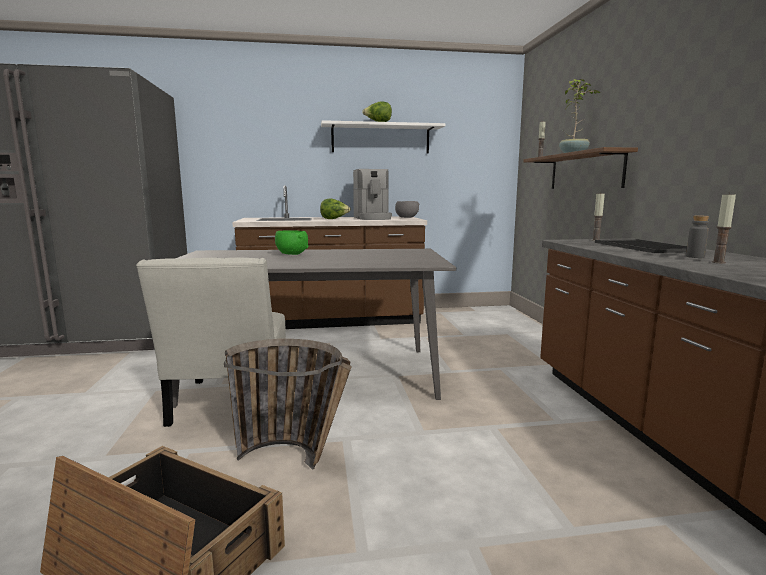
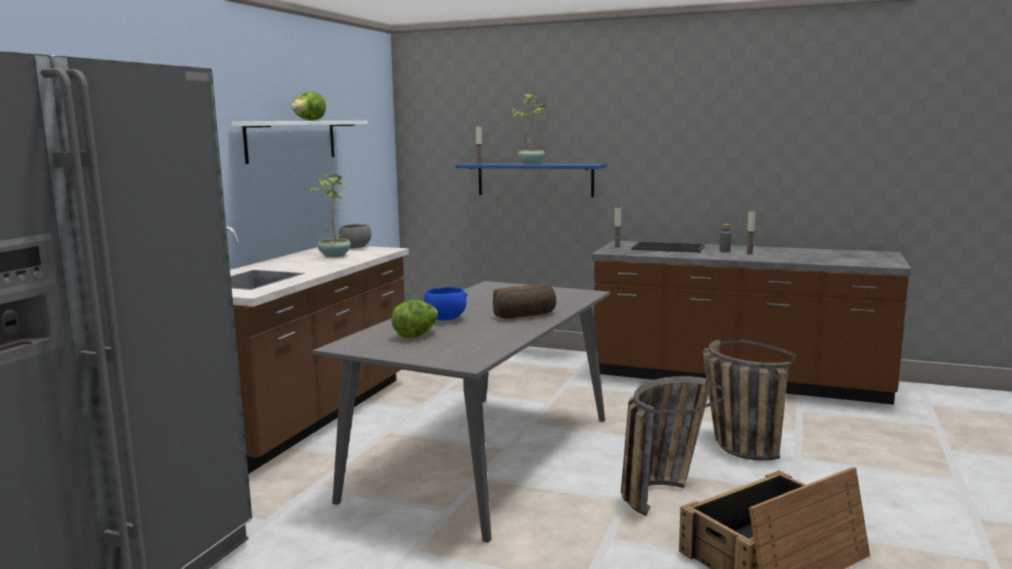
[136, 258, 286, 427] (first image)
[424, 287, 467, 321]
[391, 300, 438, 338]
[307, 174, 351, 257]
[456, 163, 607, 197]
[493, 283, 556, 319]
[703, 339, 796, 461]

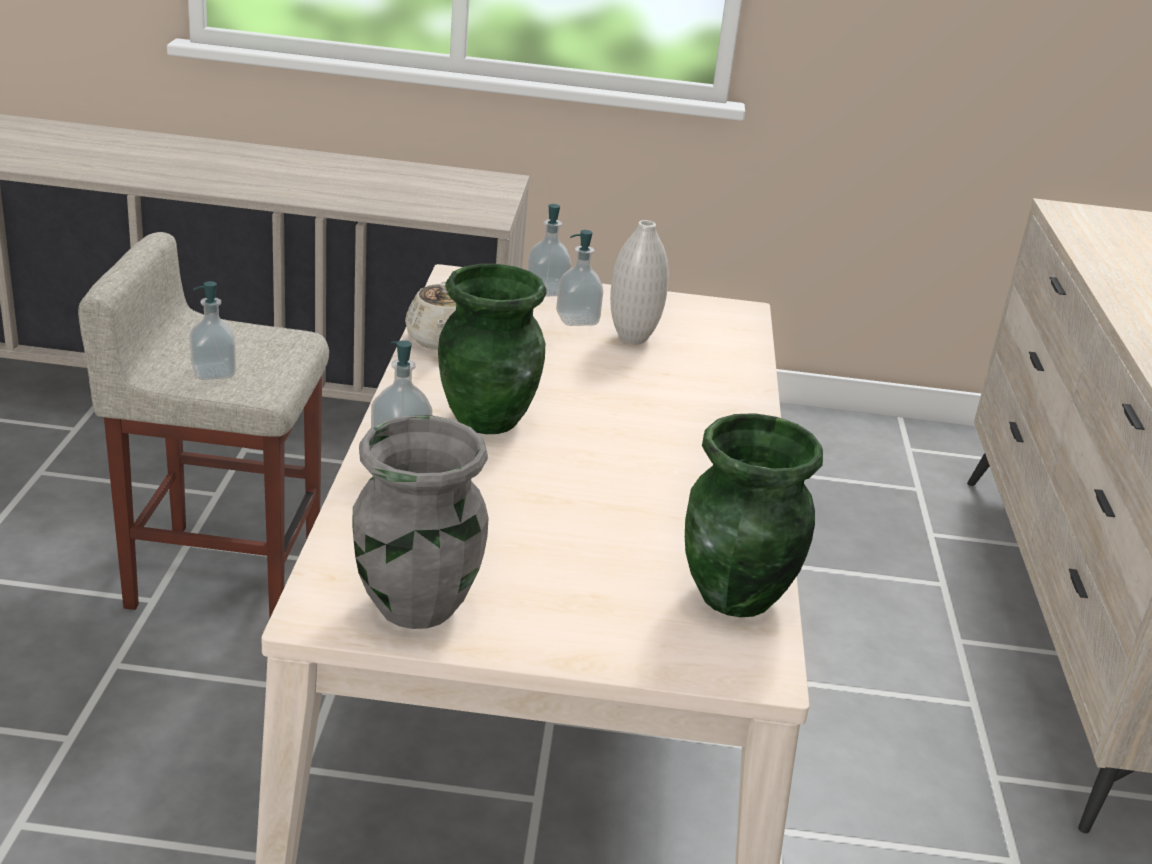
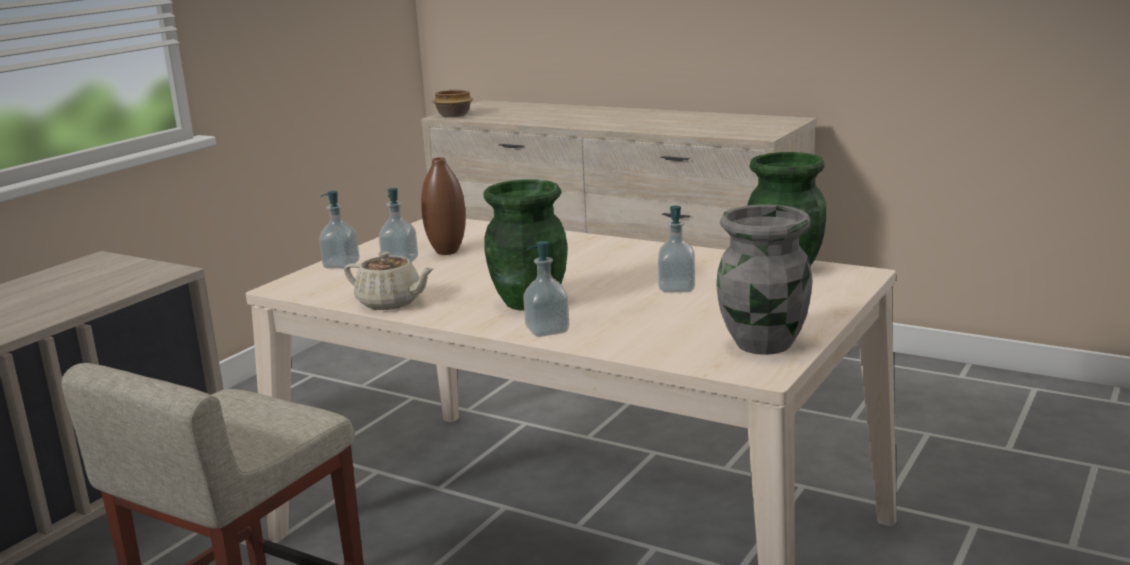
[658, 205, 695, 293]
[421, 157, 466, 255]
[432, 90, 473, 117]

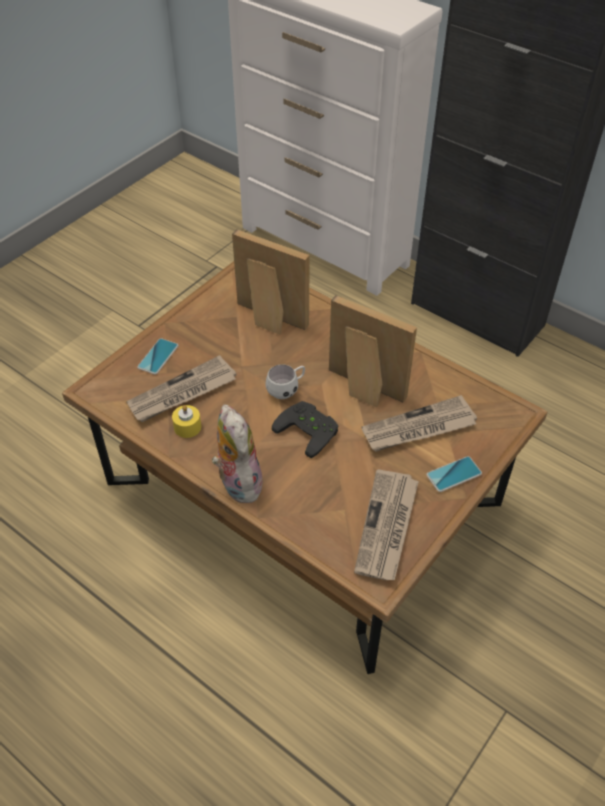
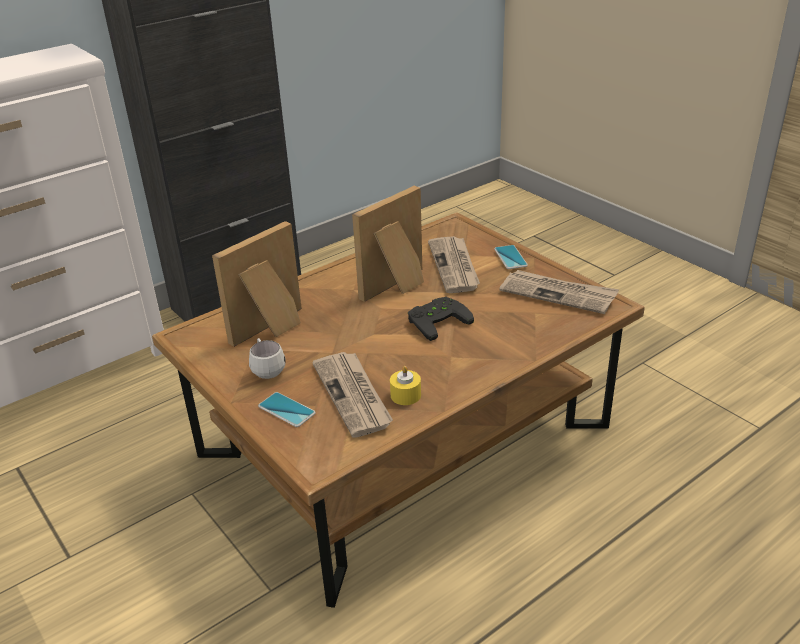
[211, 405, 263, 503] (first image)
[249, 338, 286, 379]

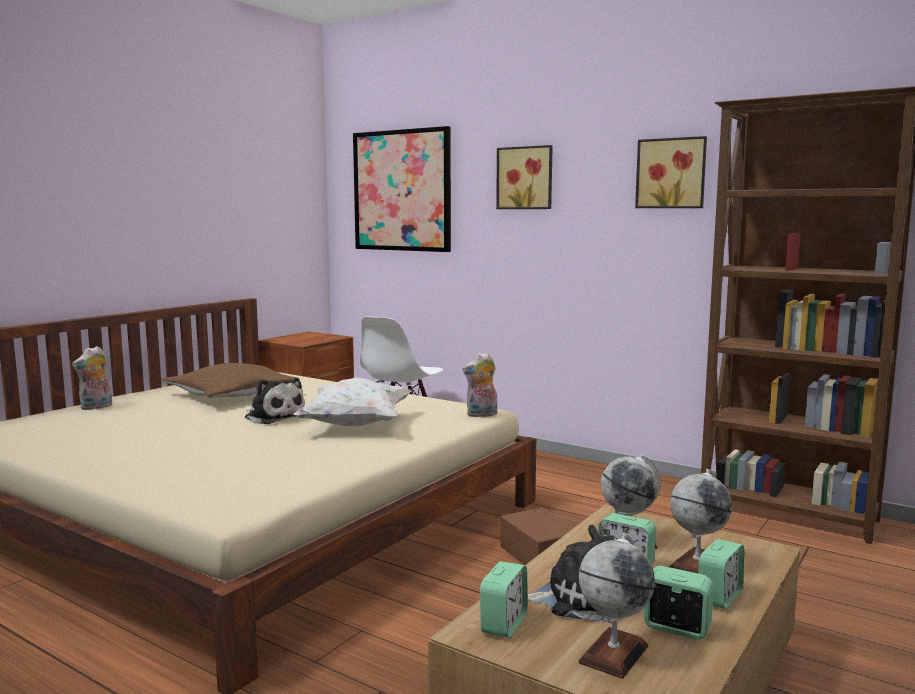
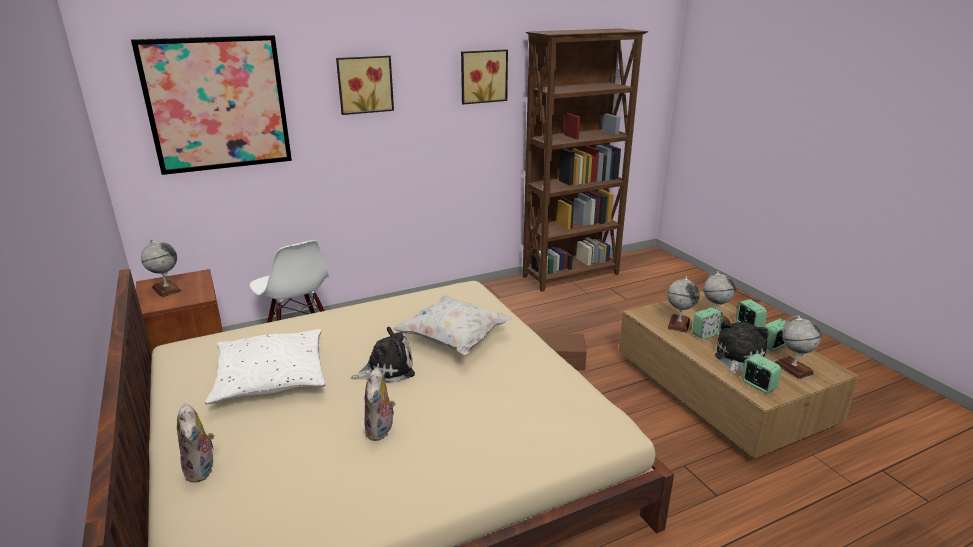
[205, 329, 326, 404]
[364, 368, 395, 441]
[141, 239, 183, 297]

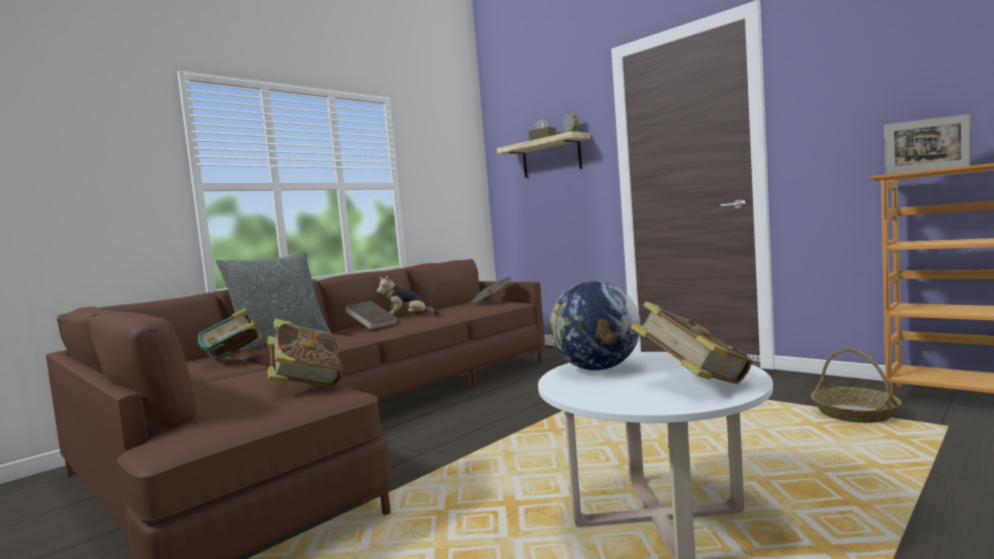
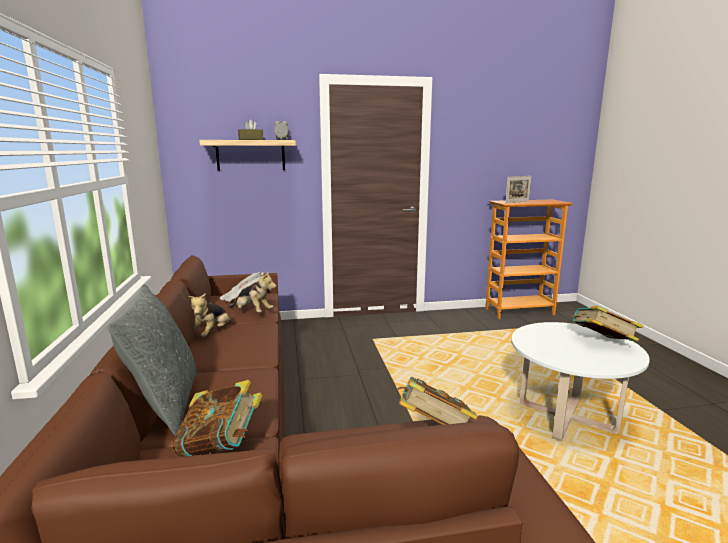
[344, 301, 398, 330] (first image)
[549, 281, 641, 370] (first image)
[811, 349, 902, 423] (first image)
[229, 272, 277, 312]

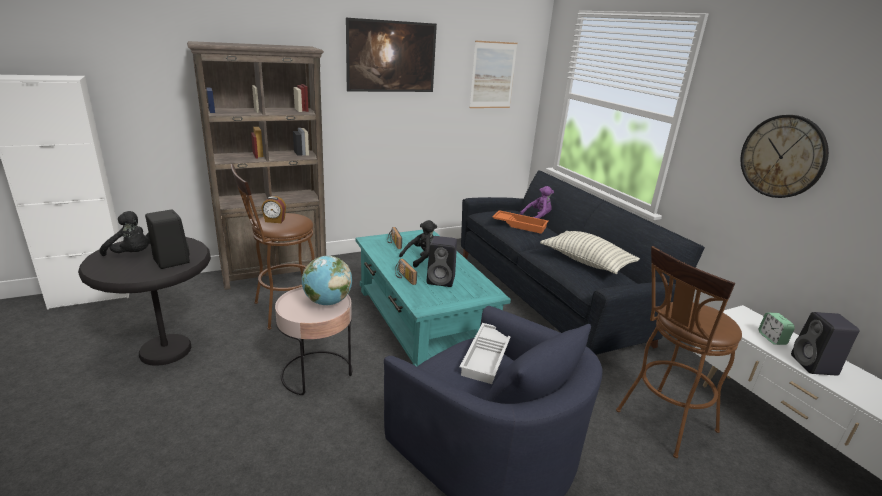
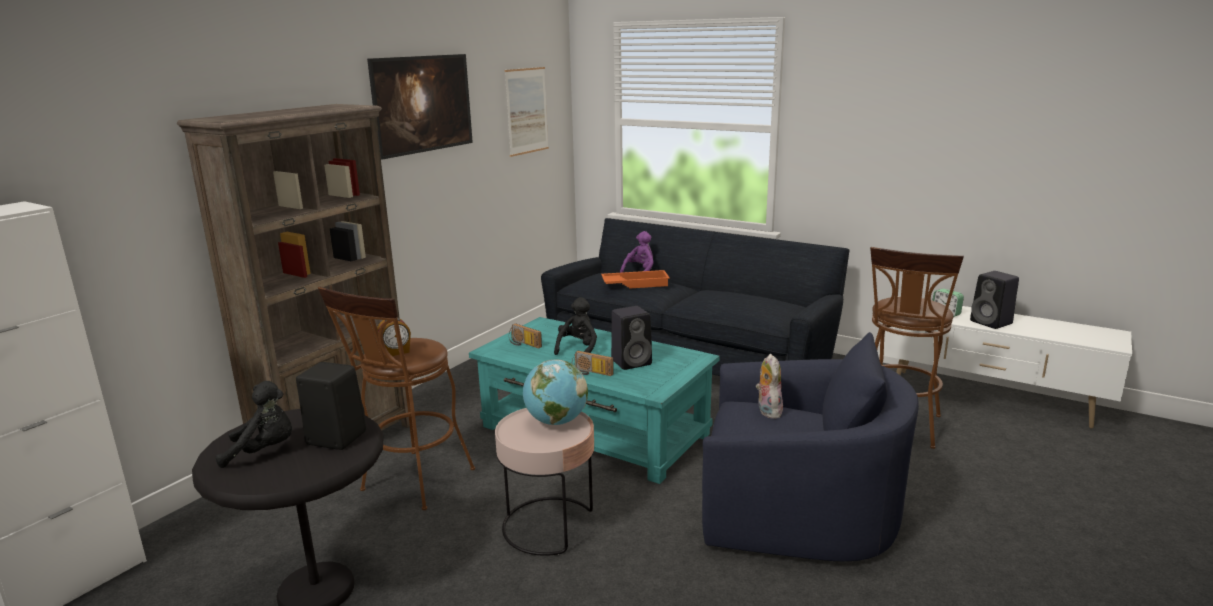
[756, 354, 783, 419]
[540, 231, 640, 274] (first image)
[740, 115, 829, 198] (first image)

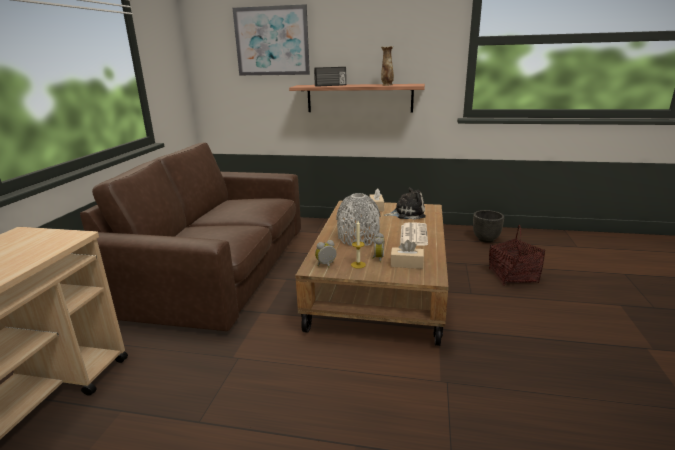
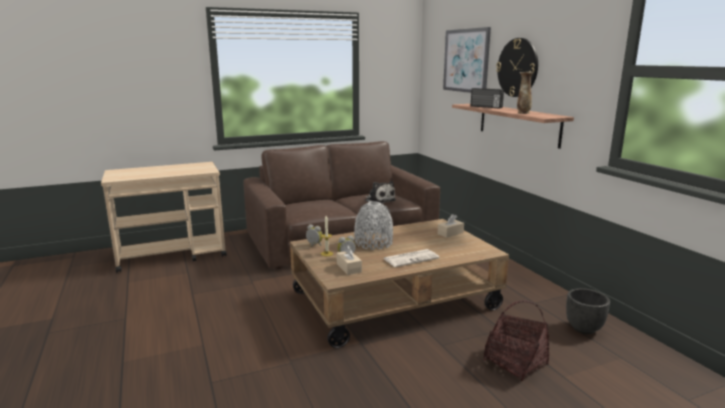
[365, 181, 396, 203]
[496, 38, 538, 97]

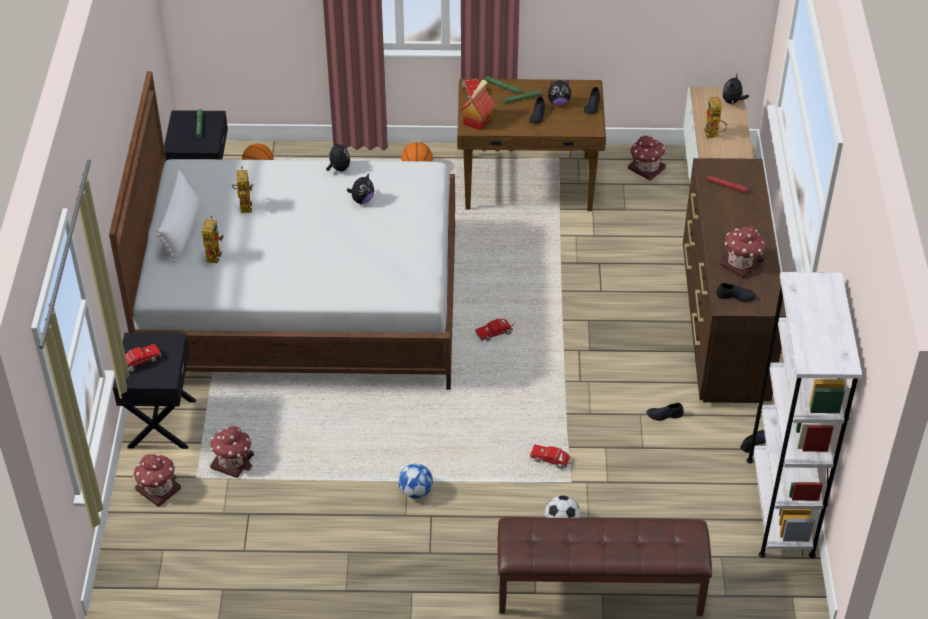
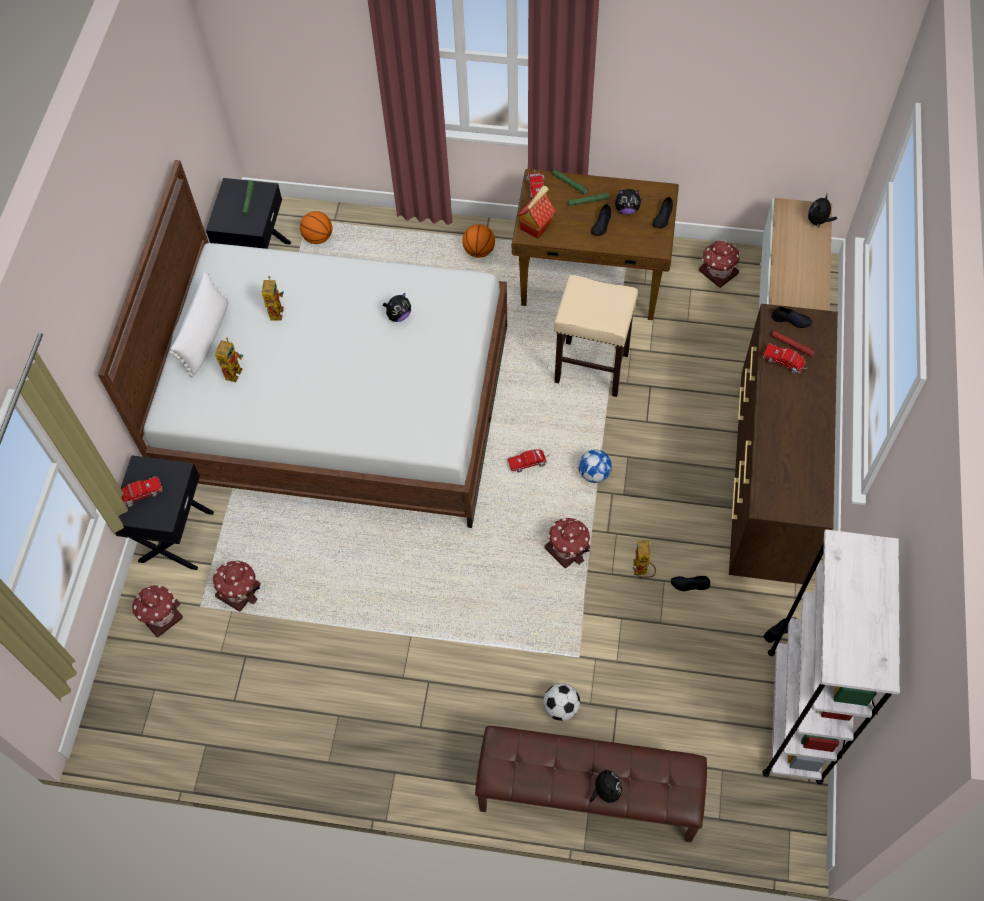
[590, 770, 622, 803]
[578, 449, 612, 483]
[762, 344, 808, 374]
[632, 540, 656, 578]
[772, 307, 812, 328]
[545, 518, 590, 568]
[554, 275, 638, 397]

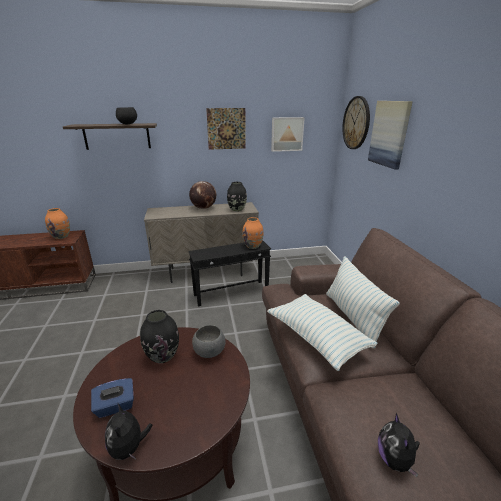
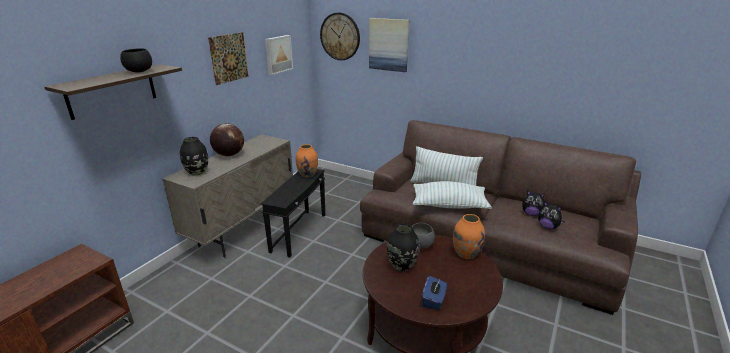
[453, 214, 485, 259]
[522, 191, 545, 216]
[180, 137, 208, 176]

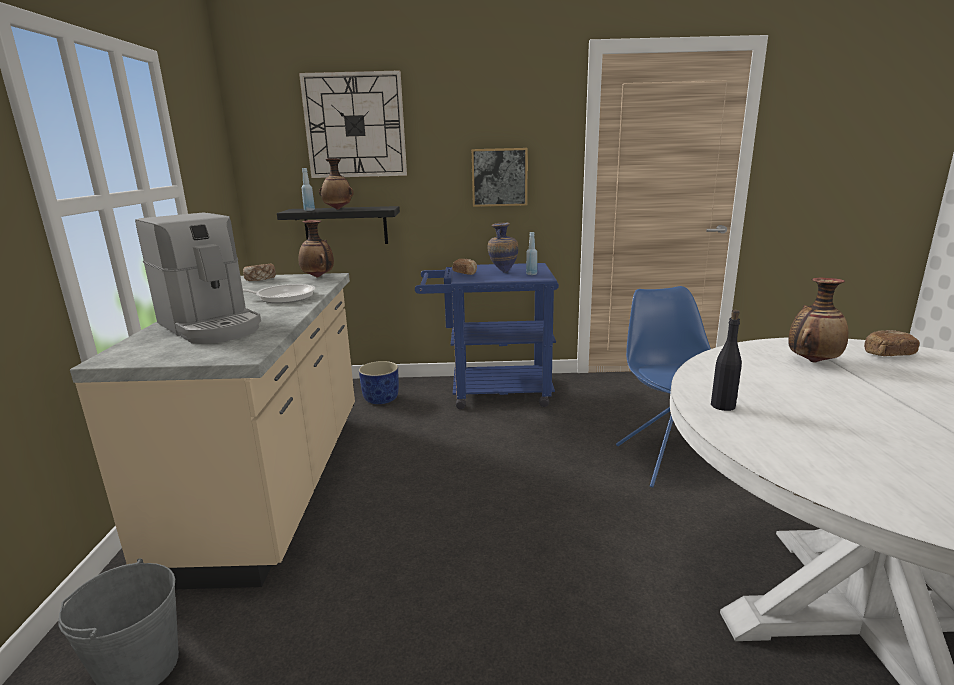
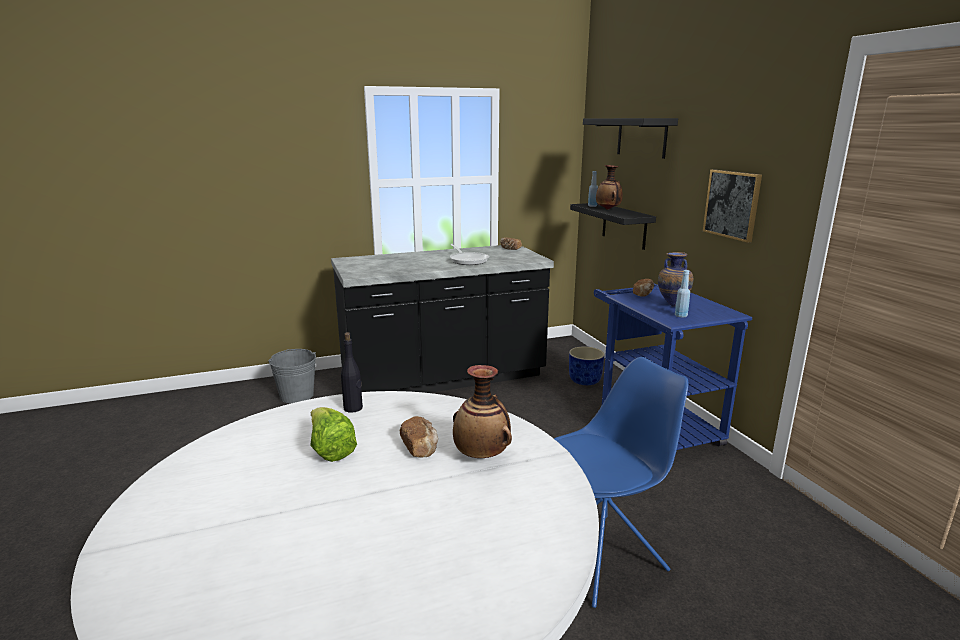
[331, 245, 554, 393]
[135, 212, 261, 343] (first image)
[583, 118, 678, 159]
[299, 220, 334, 277] (first image)
[400, 416, 438, 457]
[310, 407, 357, 462]

